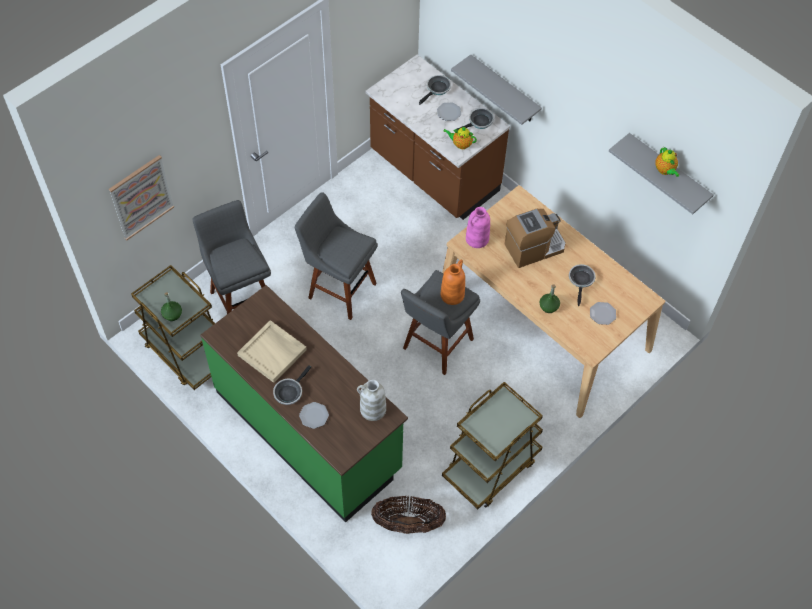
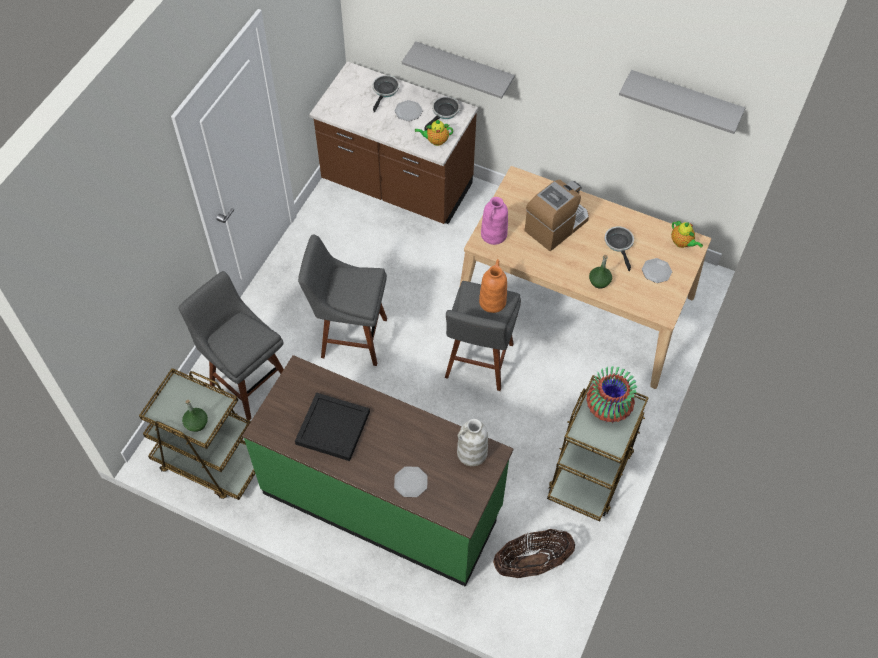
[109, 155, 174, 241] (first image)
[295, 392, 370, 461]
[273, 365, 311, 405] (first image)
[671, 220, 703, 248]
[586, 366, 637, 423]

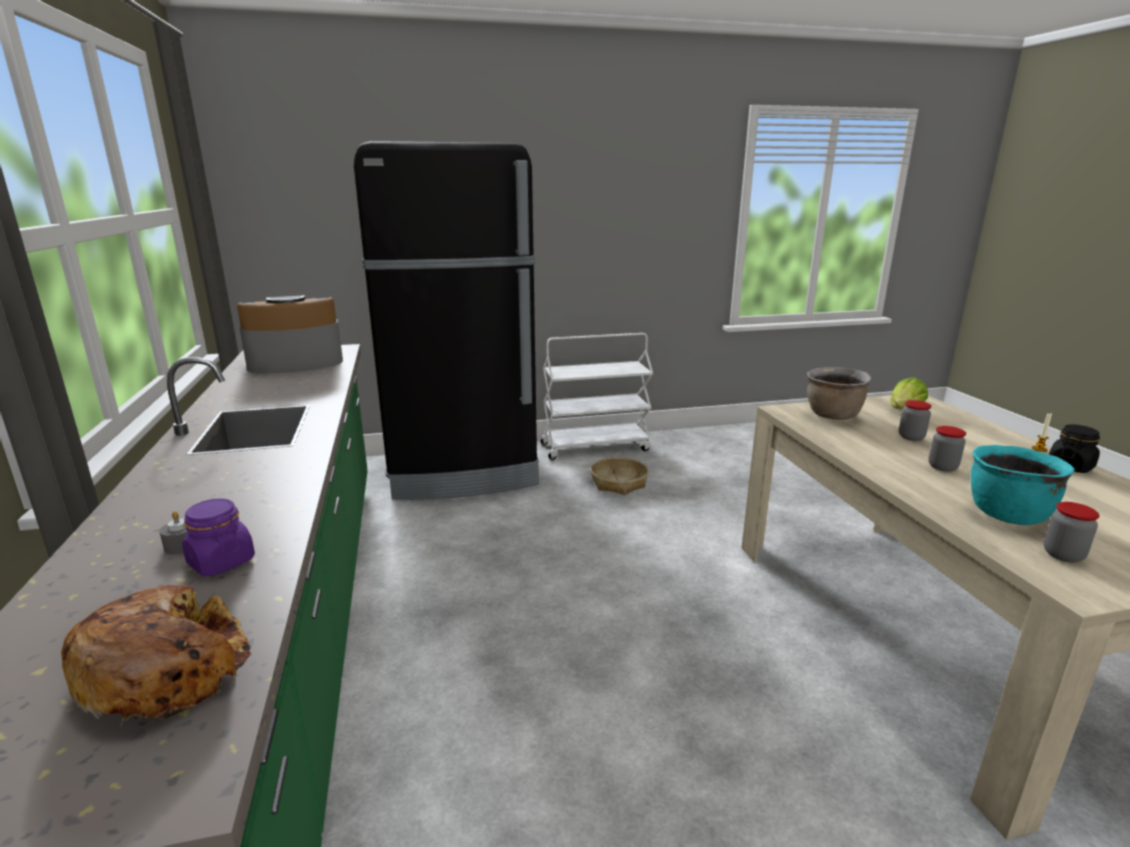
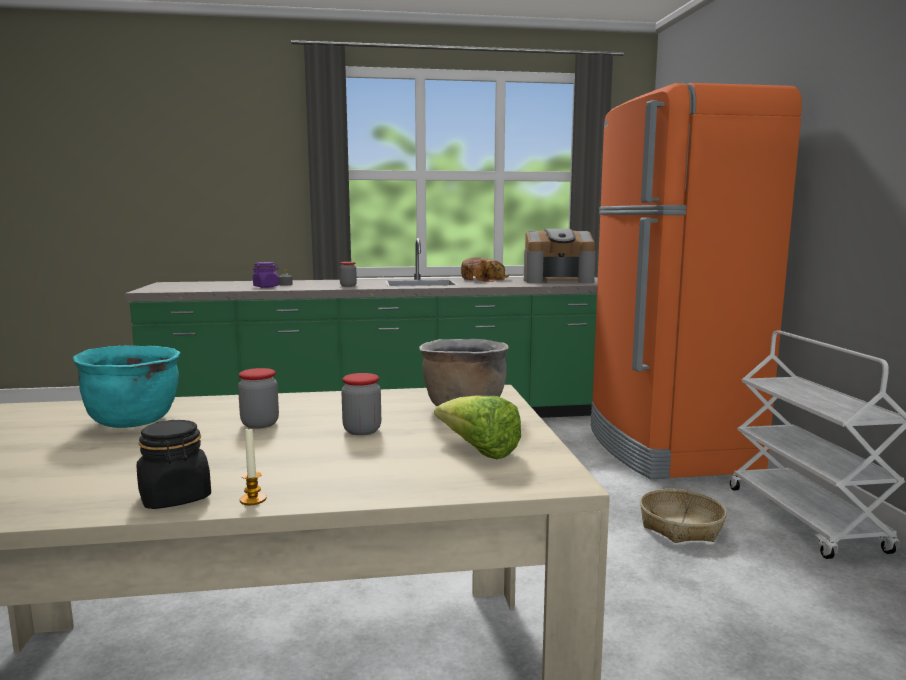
[461, 257, 509, 282]
[524, 229, 596, 284]
[591, 83, 802, 479]
[339, 262, 357, 287]

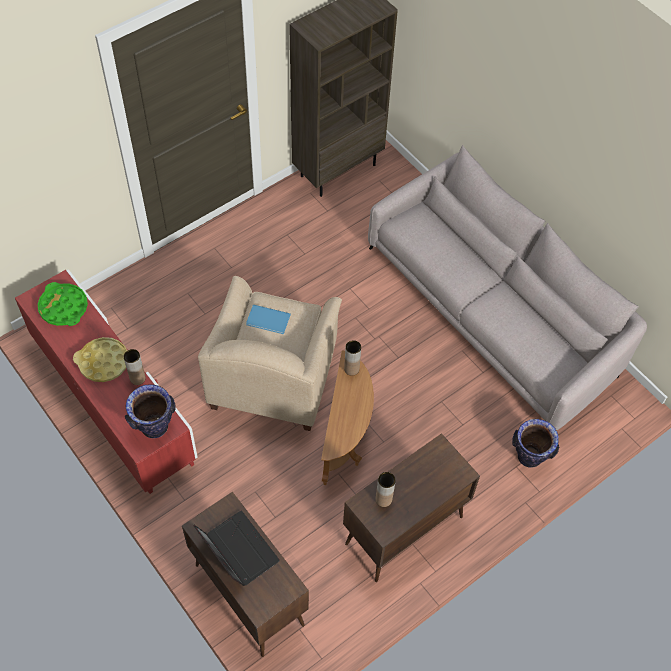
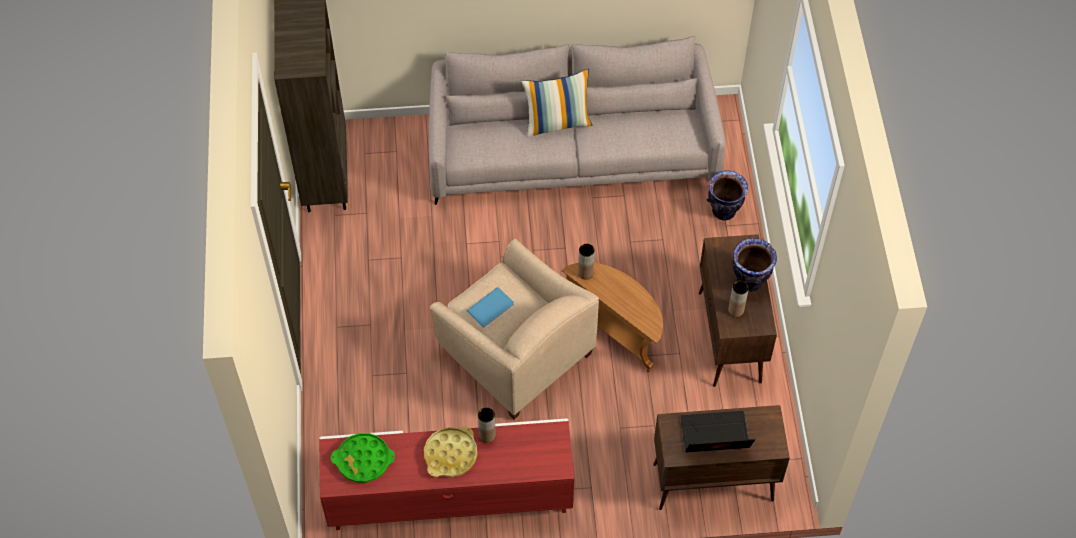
[733, 238, 777, 292]
[521, 69, 592, 138]

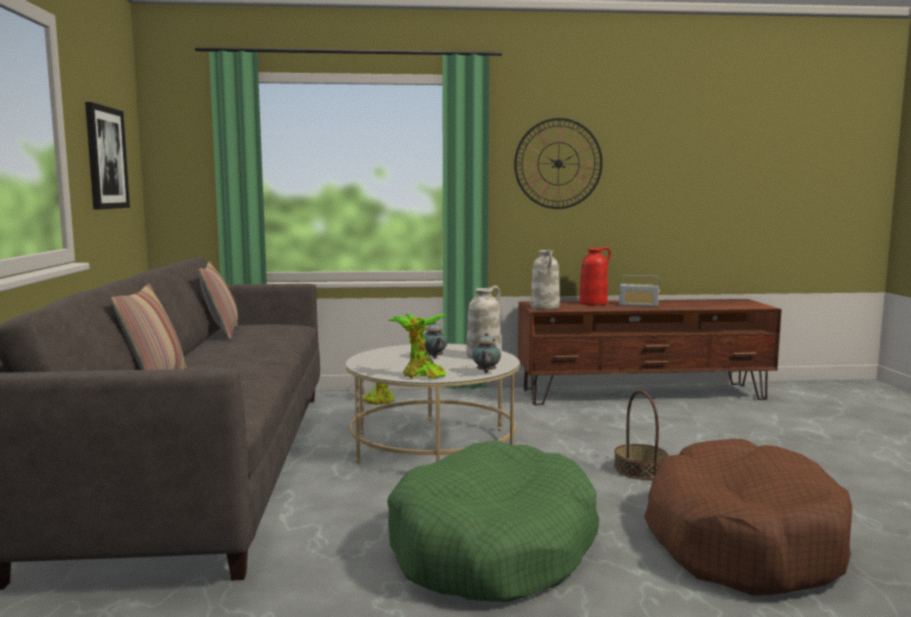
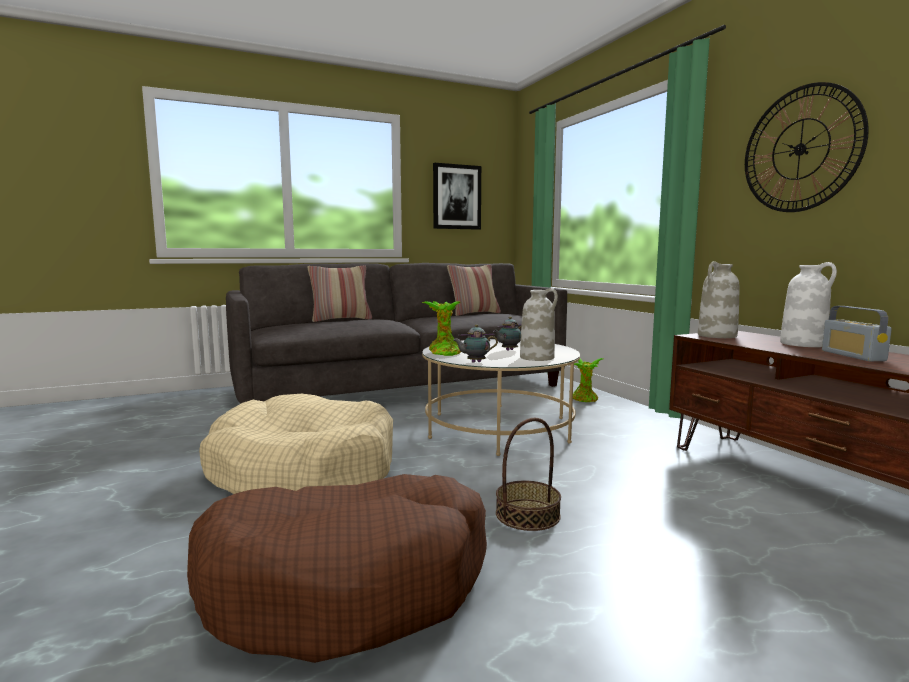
[199, 394, 393, 494]
[780, 262, 837, 347]

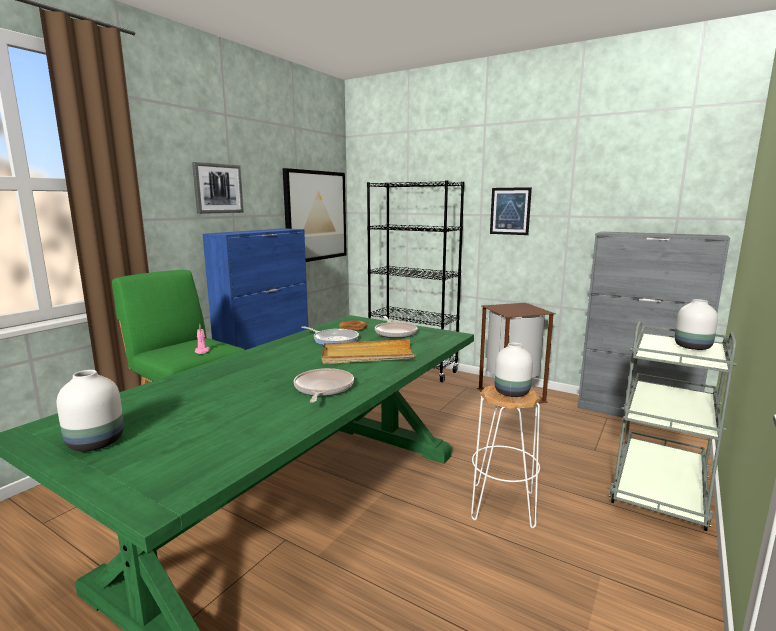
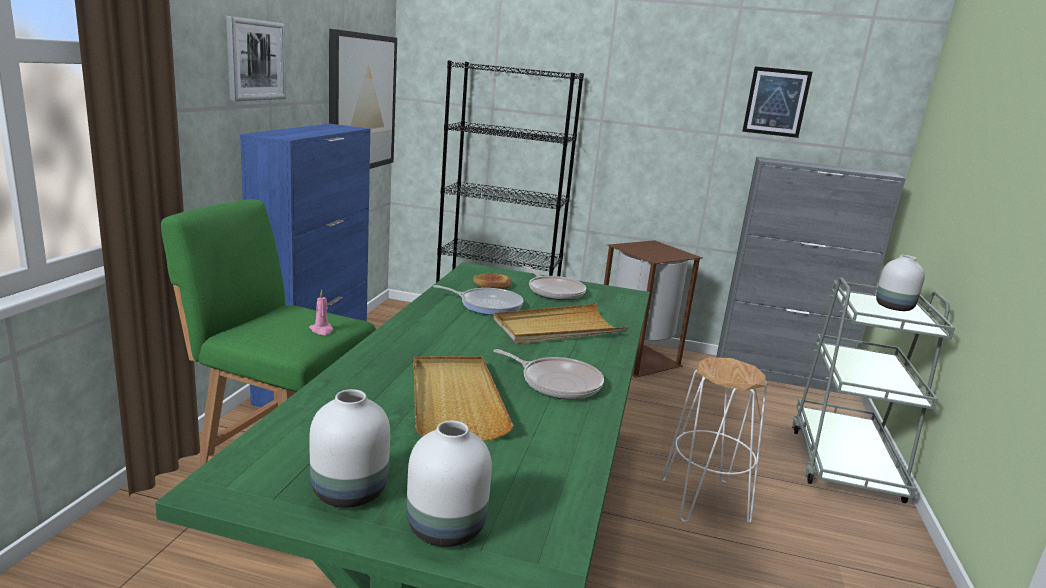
[494, 349, 604, 400]
[742, 67, 813, 138]
[407, 421, 492, 547]
[414, 356, 514, 441]

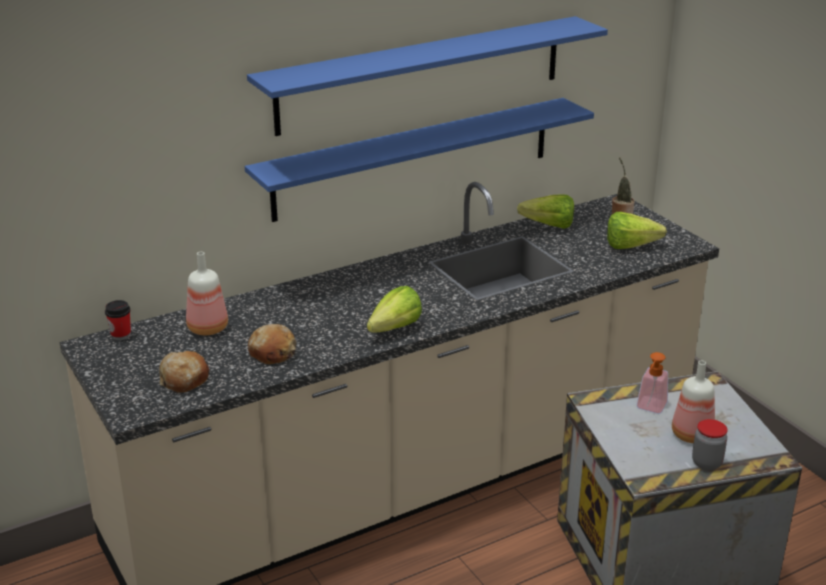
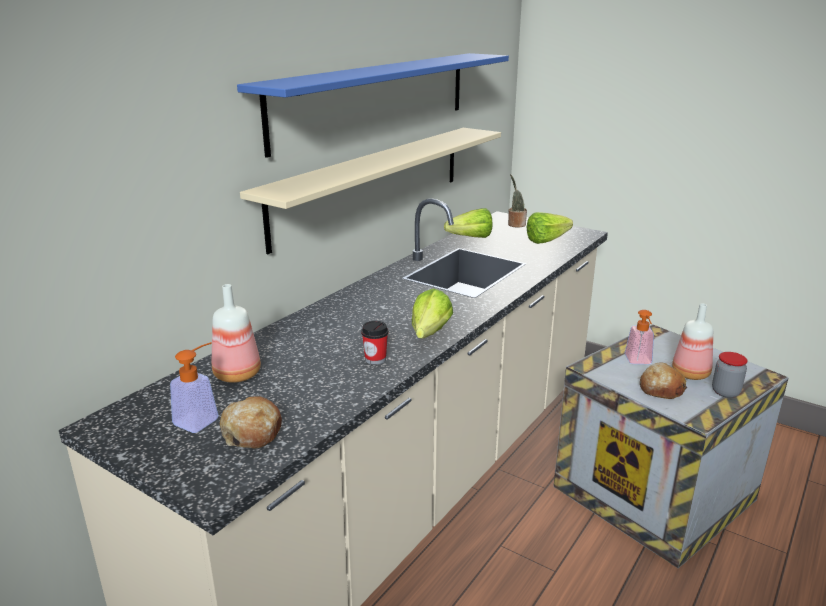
[361, 321, 389, 365]
[240, 128, 501, 254]
[640, 362, 687, 399]
[170, 342, 219, 433]

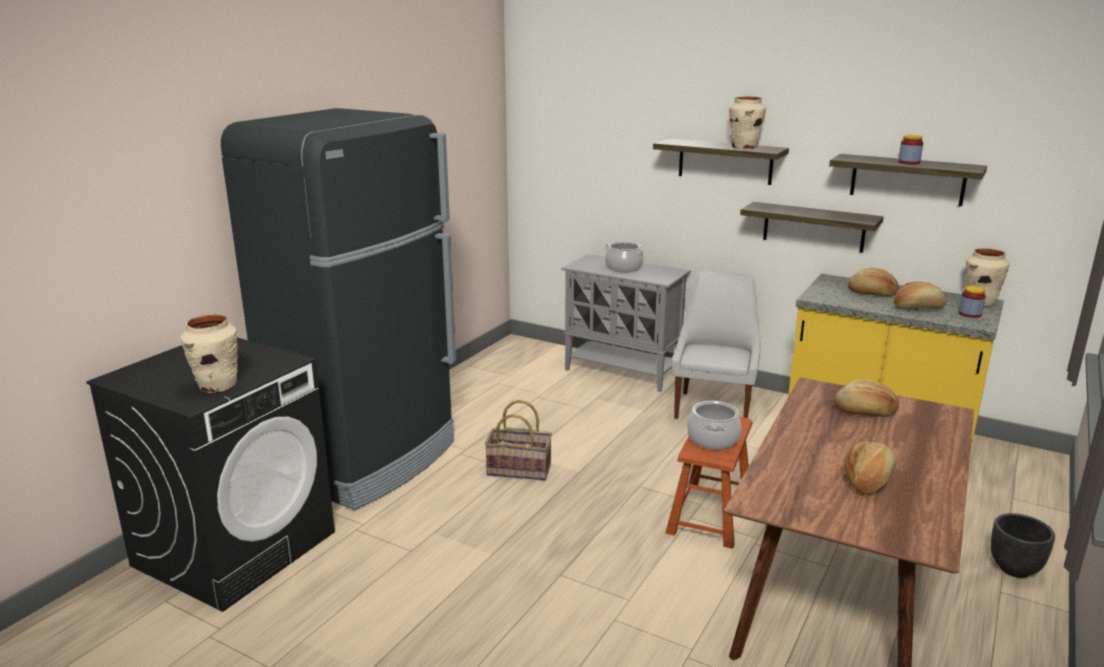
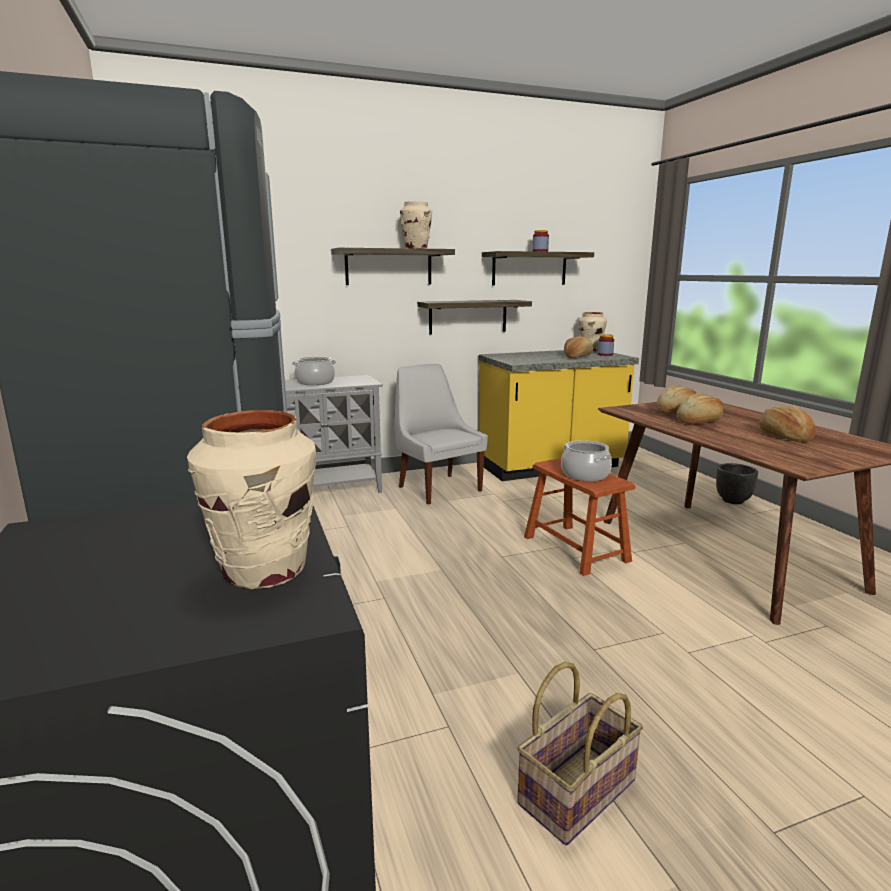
[517, 662, 643, 846]
[677, 393, 723, 425]

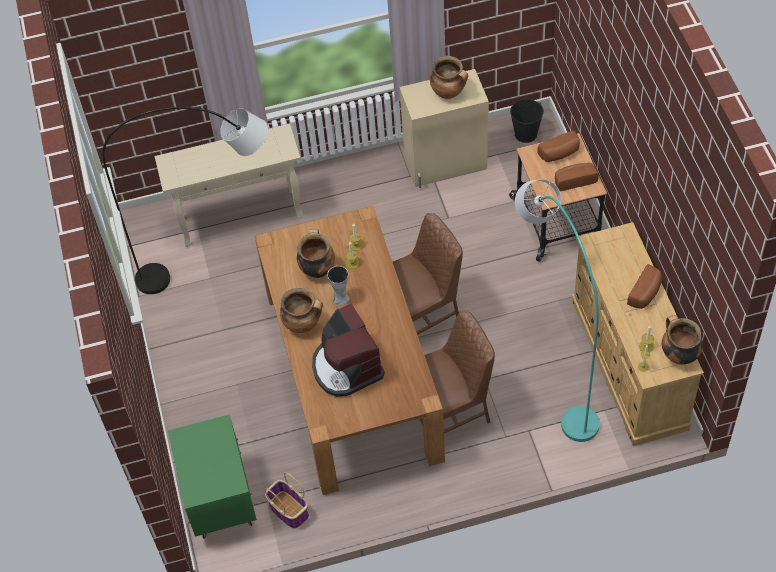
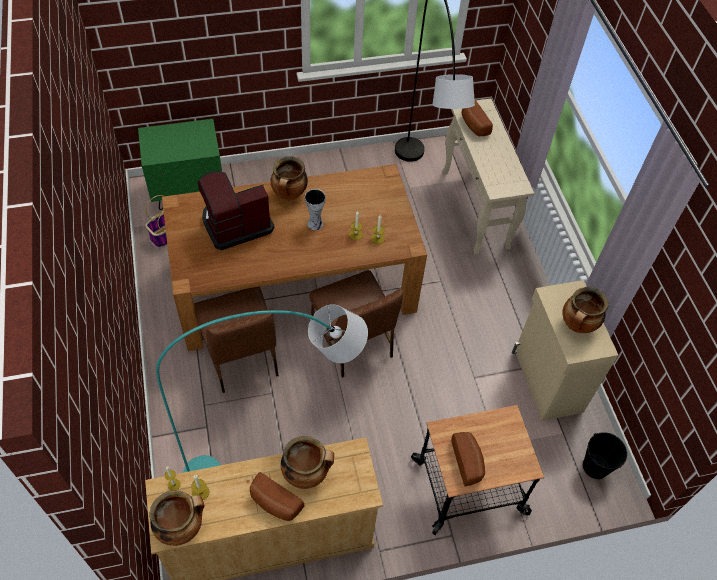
[281, 436, 334, 489]
[462, 100, 493, 136]

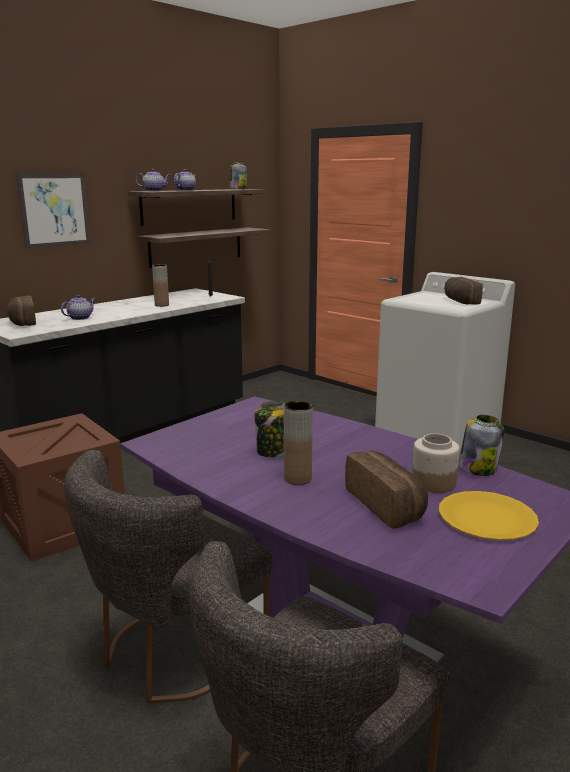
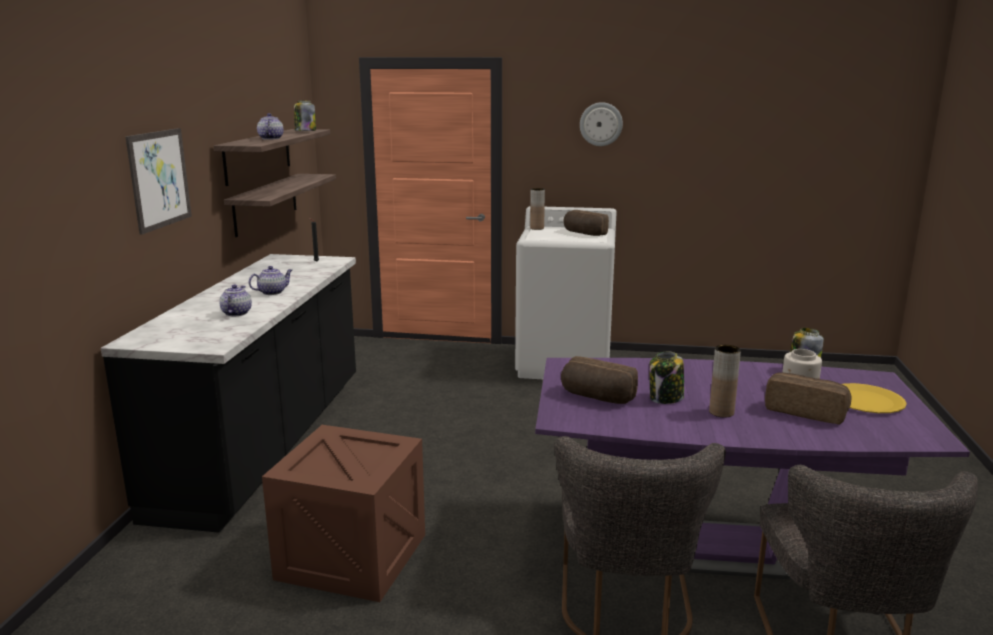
[561, 356, 638, 404]
[249, 266, 292, 295]
[530, 188, 545, 230]
[580, 102, 623, 146]

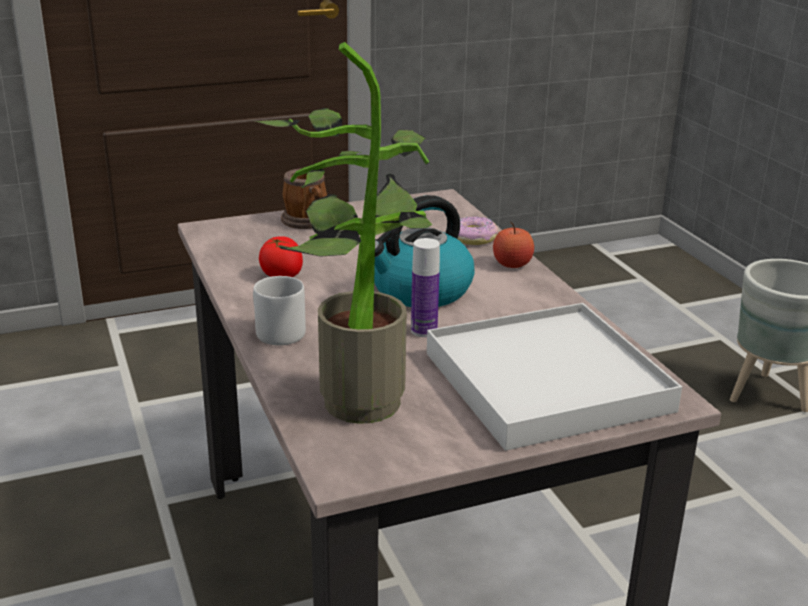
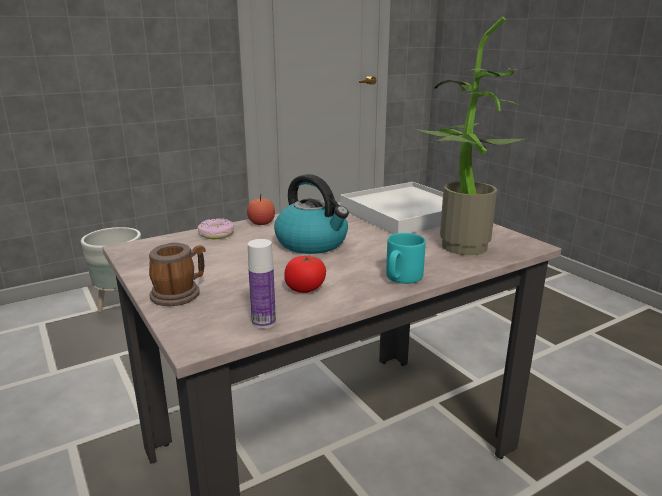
[386, 233, 426, 284]
[248, 239, 276, 329]

